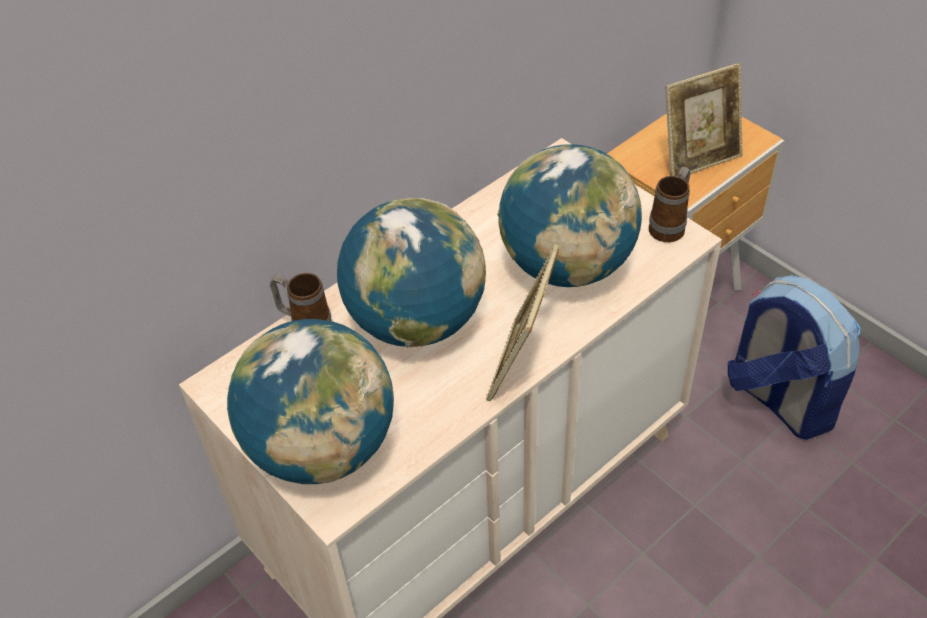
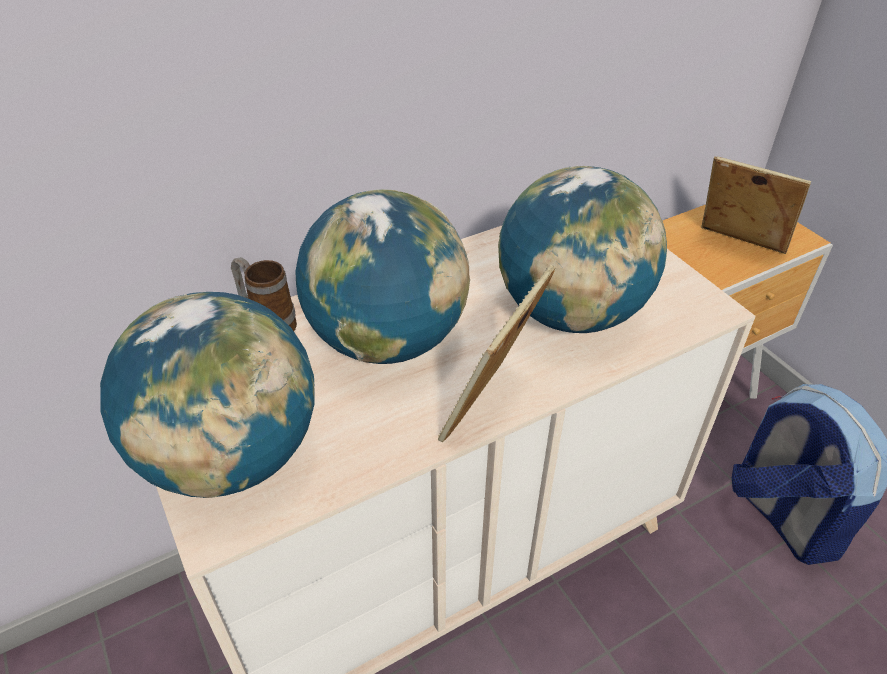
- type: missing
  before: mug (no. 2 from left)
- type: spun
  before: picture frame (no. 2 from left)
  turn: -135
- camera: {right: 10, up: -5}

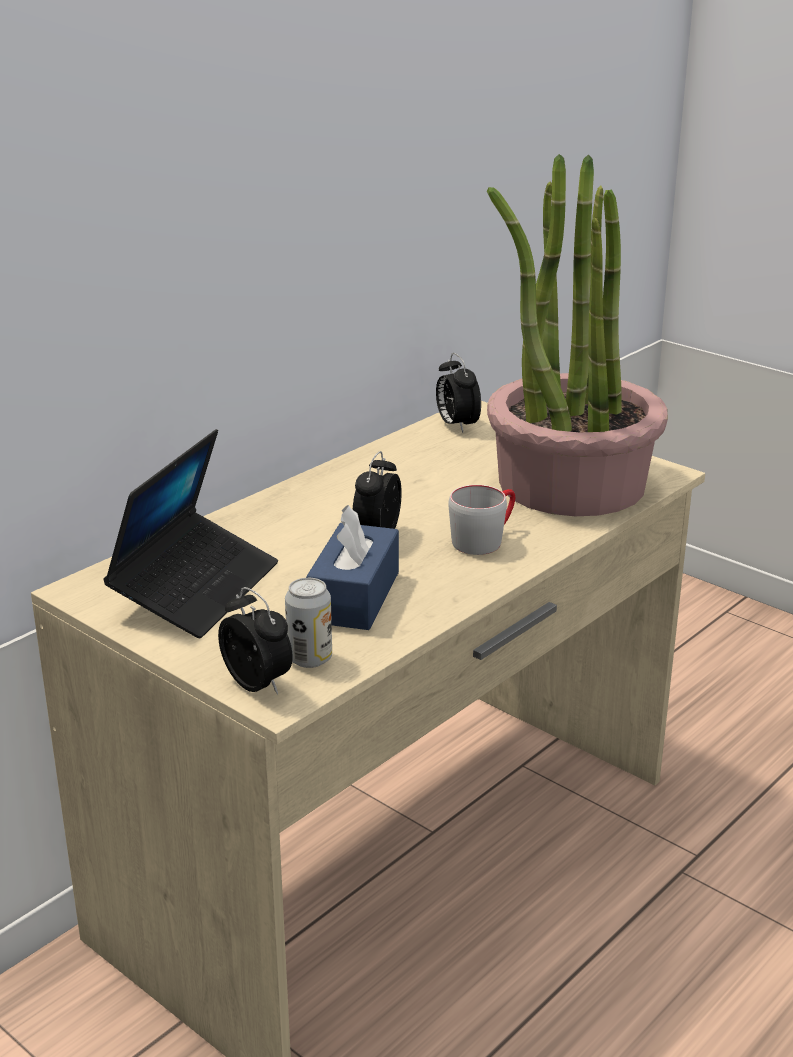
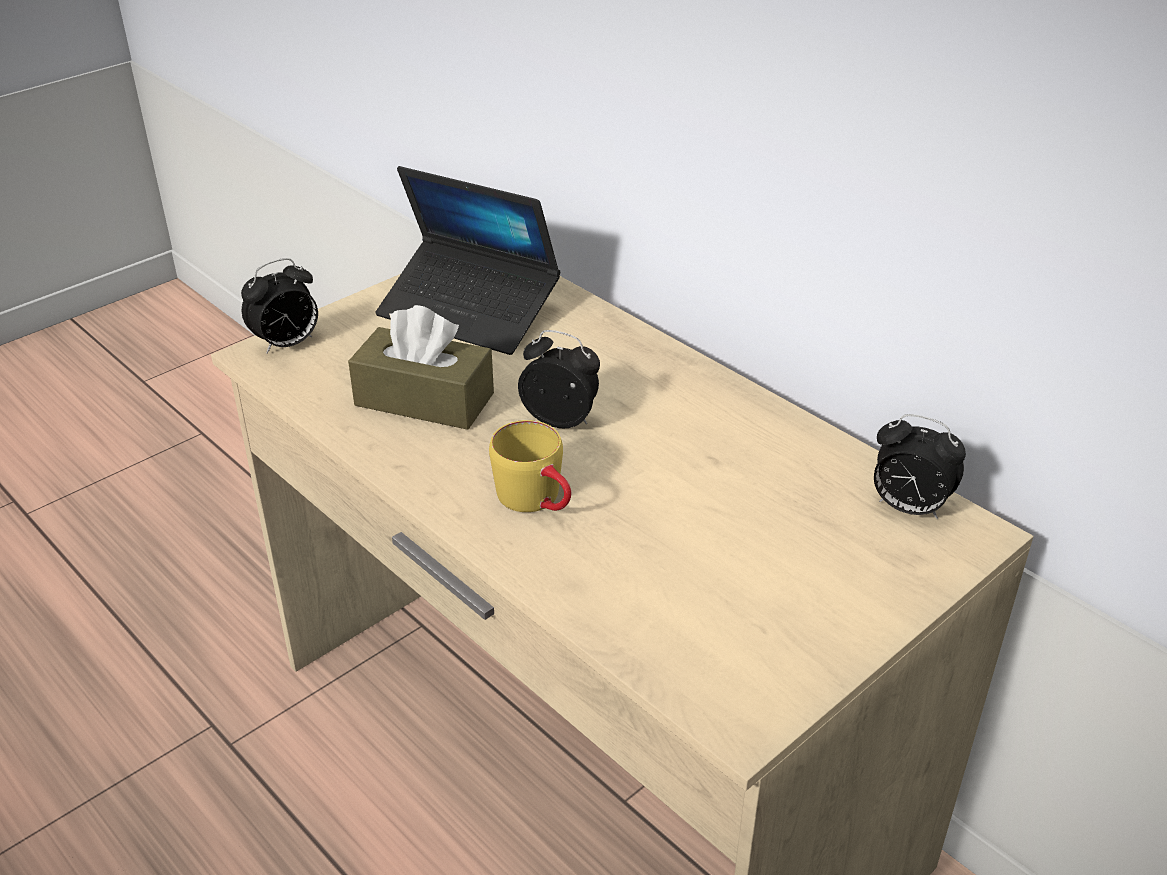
- type: missing
  before: metal can
- type: missing
  before: potted plant
- type: colour
  before: blue-coloured tissue box
  after: brownish tissue box
- type: colour
  before: gray mug
  after: yellowish mug
- type: spun
  before: table clock (no. 3 from left)
  turn: -135
- camera: {right: 95, up: 10}

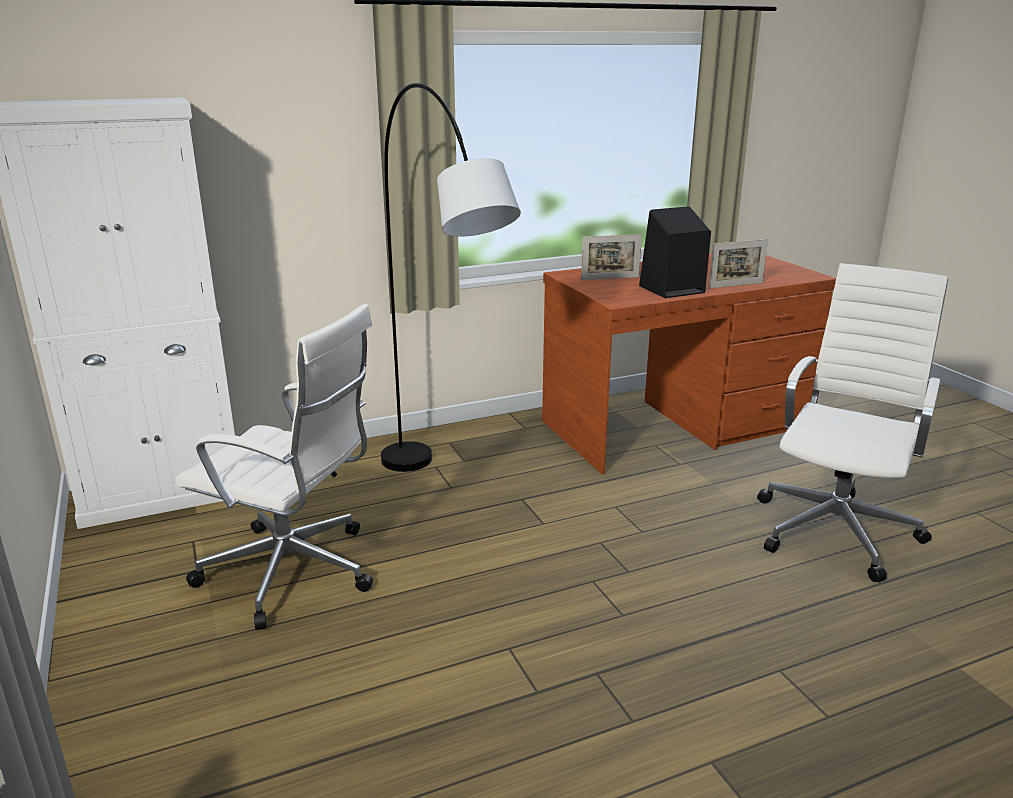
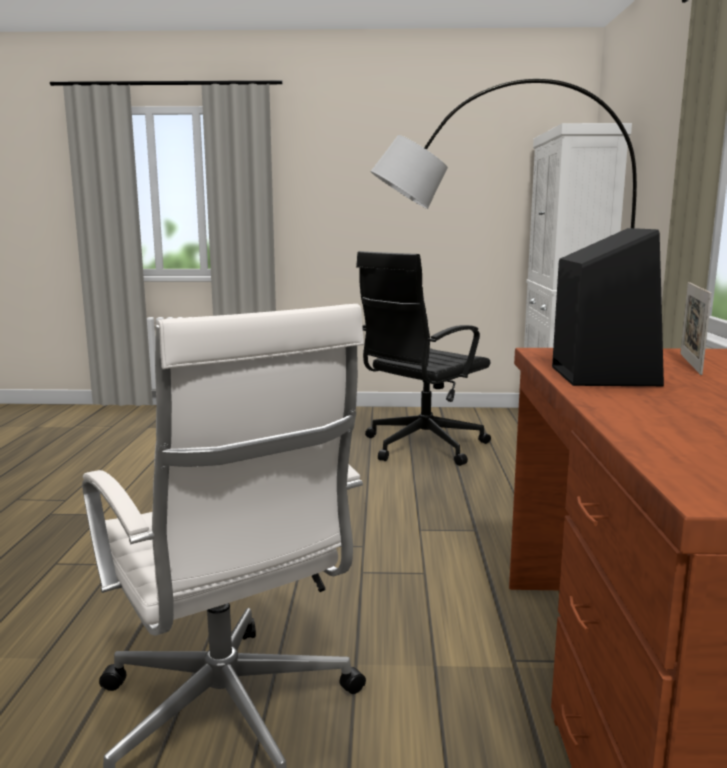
- type: missing
  before: picture frame (no. 2 from left)
- type: colour
  before: white office chair (no. 1 from left)
  after: black office chair
- camera: {right: 115, up: -10}

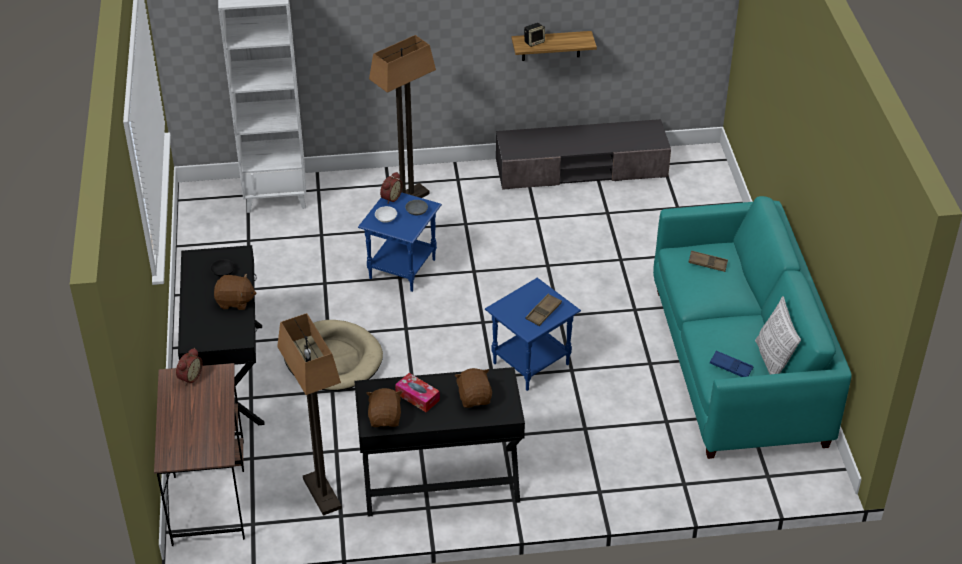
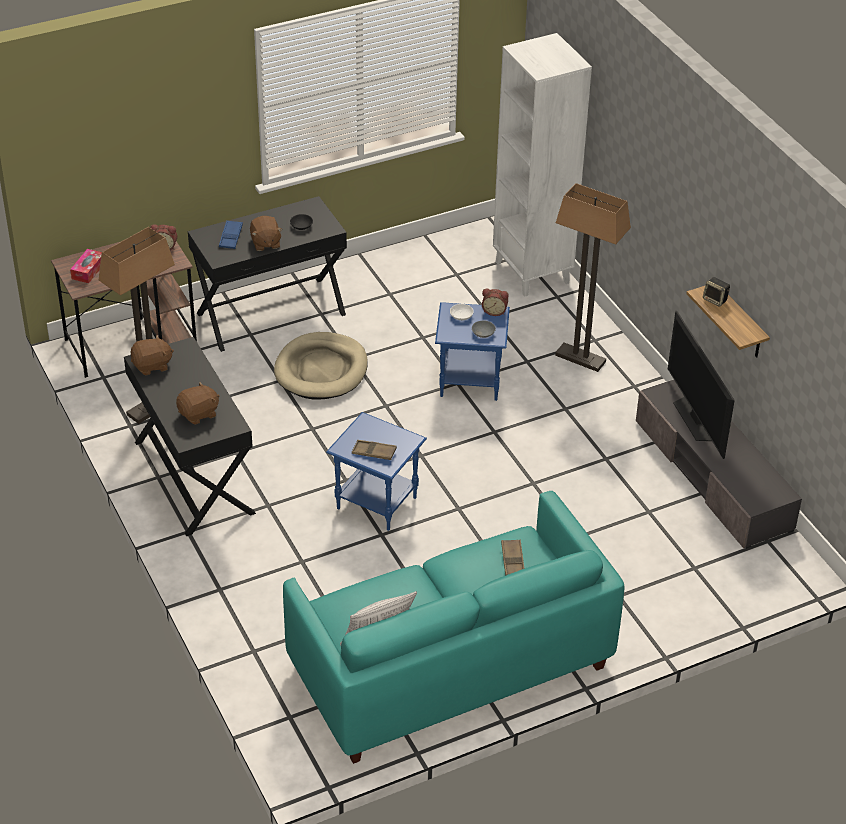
- type: appeared
  after: TV
- type: relocated
  before: tissue box
- type: relocated
  before: blue-coloured carrying tray
- camera: {right: 70, up: 0}

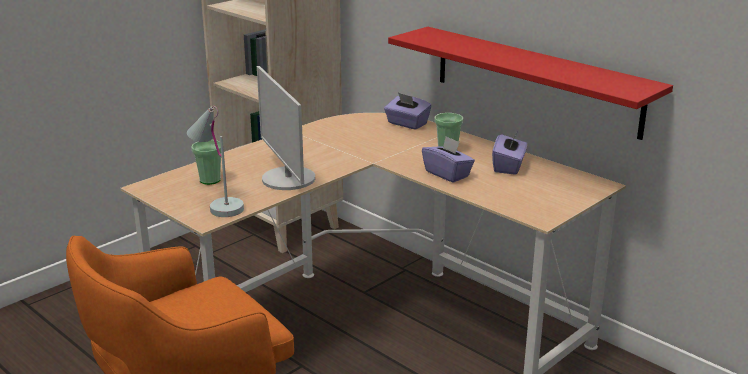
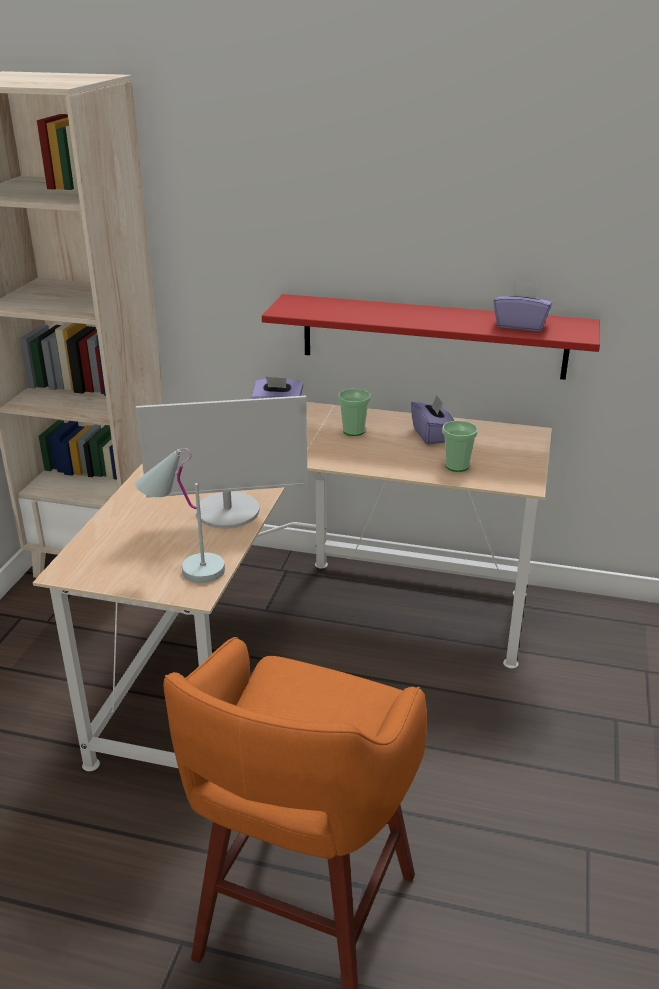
- type: relocated
  before: cup (no. 1 from left in the first image)
  after: cup (no. 2 from left)
- type: relocated
  before: purplish tissue box (no. 2 from left in the first image)
  after: purplish tissue box (no. 3 from left)
- type: spun
  before: monitor
  turn: -45
- camera: {right: -30, up: 5}

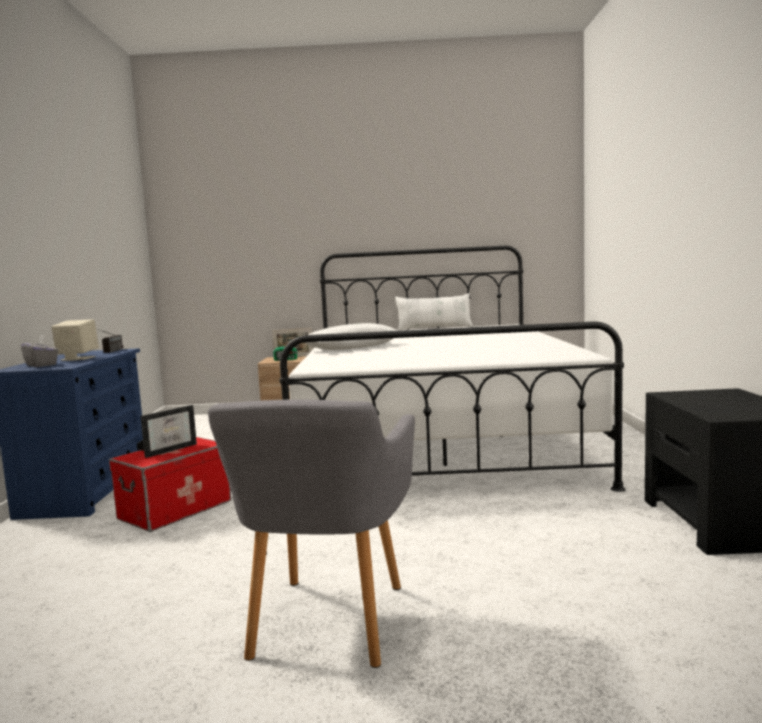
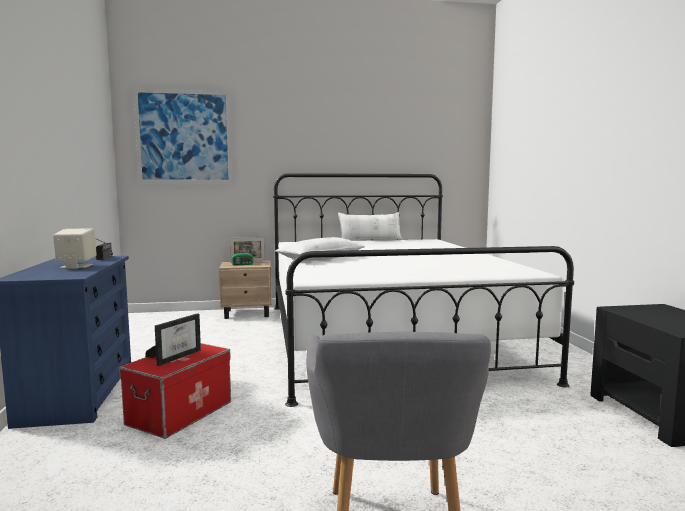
- type: missing
  before: gray tissue box
- type: appeared
  after: wall art
- camera: {right: -10, up: 0}

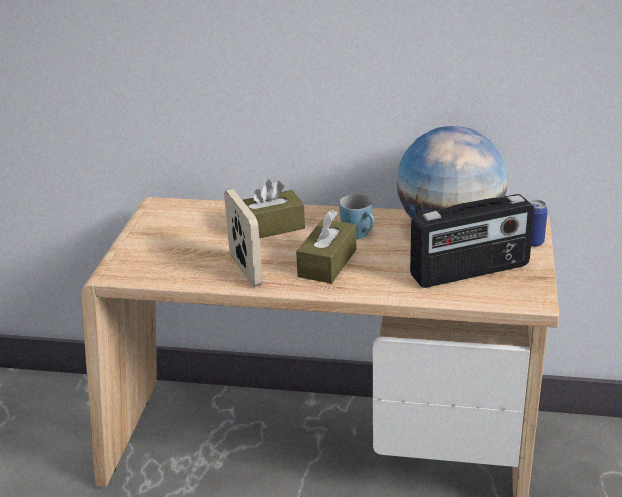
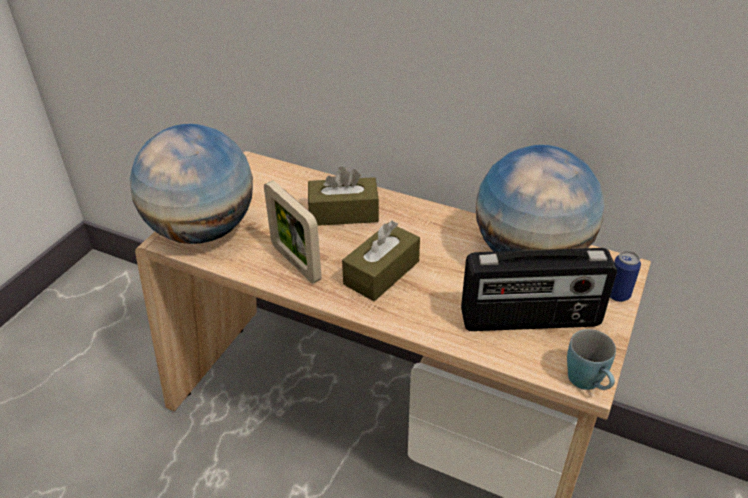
- type: appeared
  after: globe (no. 1 from left)
- type: relocated
  before: blue-coloured mug
- type: spun
  before: picture frame
  turn: 150
- camera: {right: 15, up: 10}

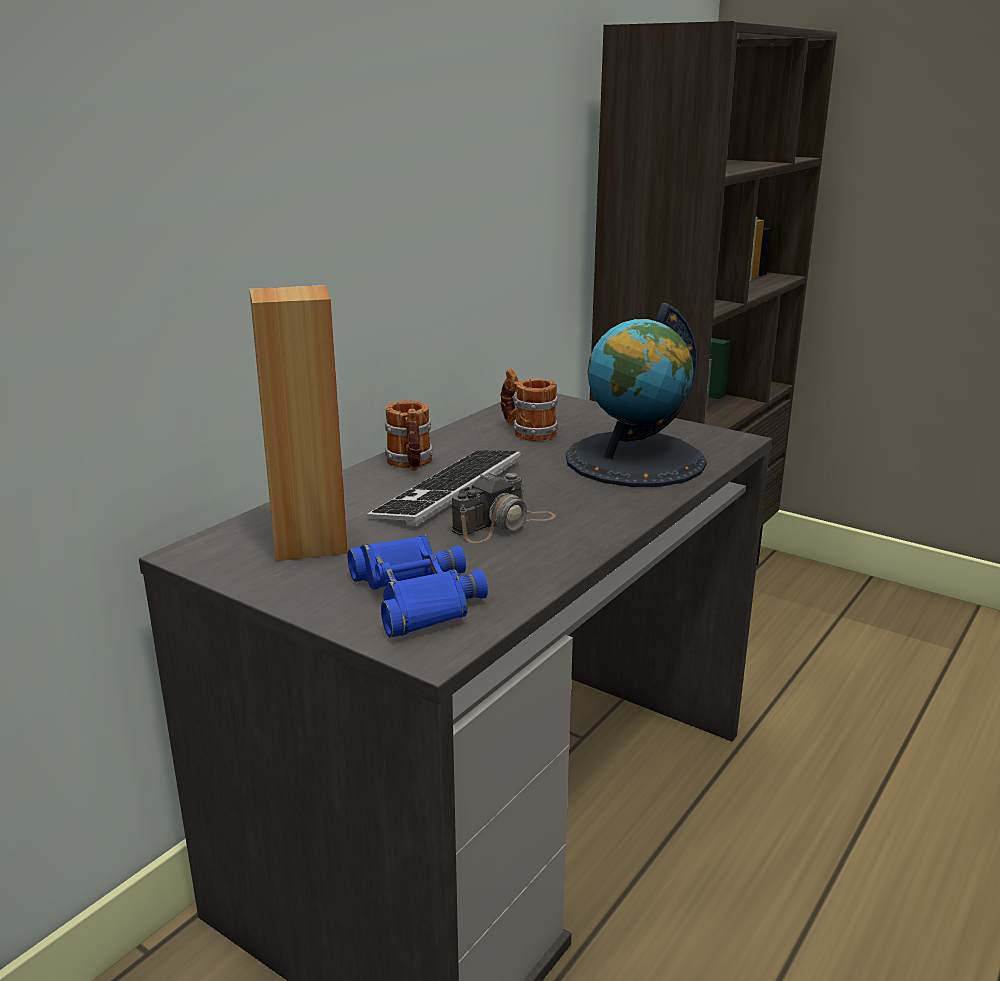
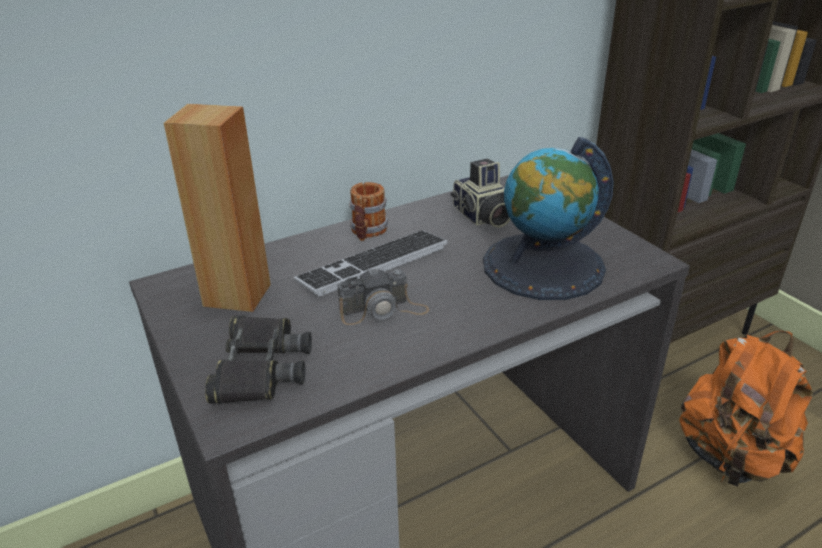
- type: appeared
  after: orange-coloured rucksack
- type: exchanged
  before: mug (no. 2 from left)
  after: still camera (no. 2 from left)
- type: colour
  before: blue-coloured binoculars
  after: black binoculars
- camera: {right: 25, up: 10}

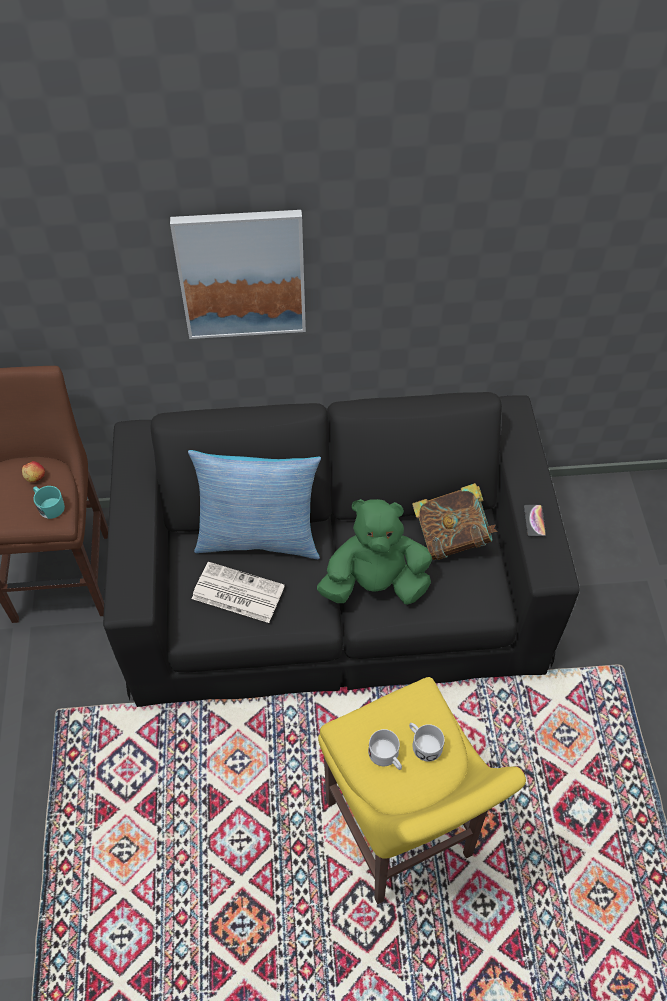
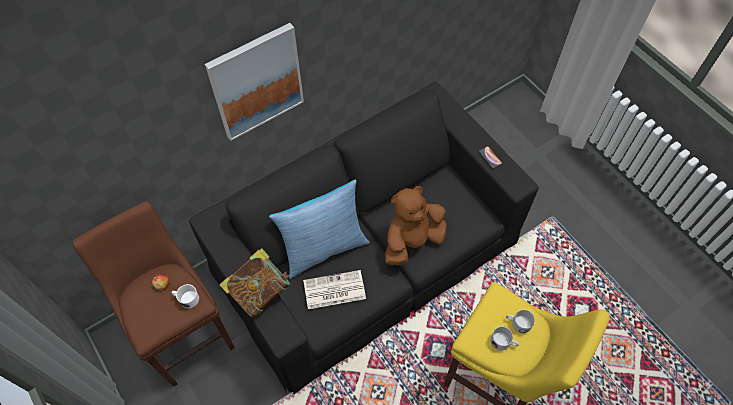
- type: relocated
  before: book
- type: colour
  before: blue-green mug
  after: white mug (no. 1 from left)
- type: colour
  before: greenish plush toy
  after: brownish plush toy
- camera: {right: -30, up: 5}

